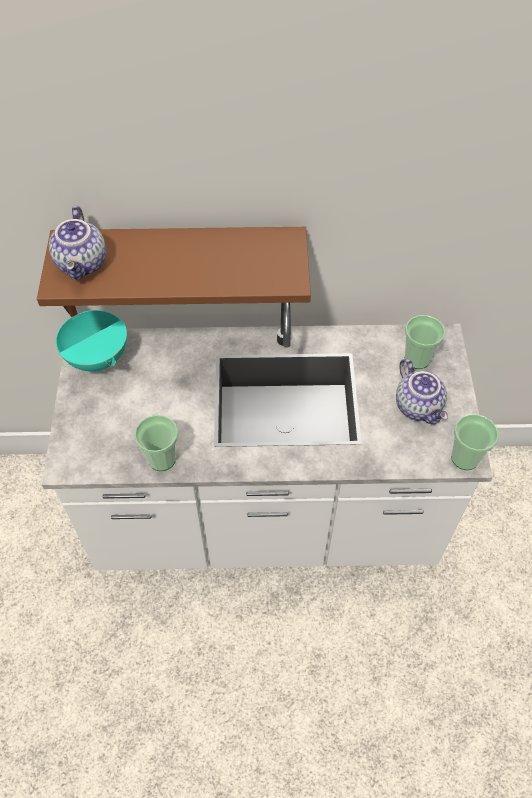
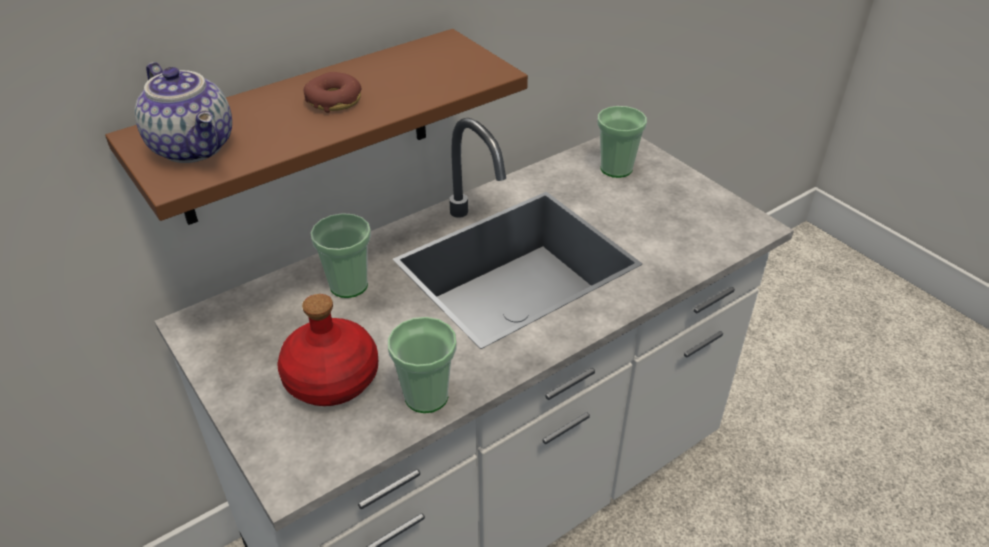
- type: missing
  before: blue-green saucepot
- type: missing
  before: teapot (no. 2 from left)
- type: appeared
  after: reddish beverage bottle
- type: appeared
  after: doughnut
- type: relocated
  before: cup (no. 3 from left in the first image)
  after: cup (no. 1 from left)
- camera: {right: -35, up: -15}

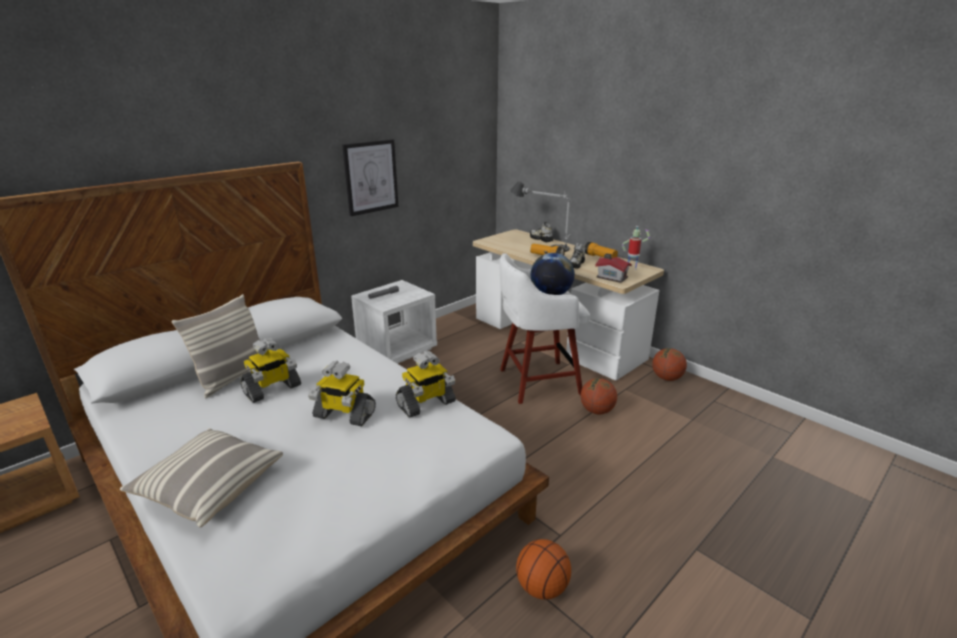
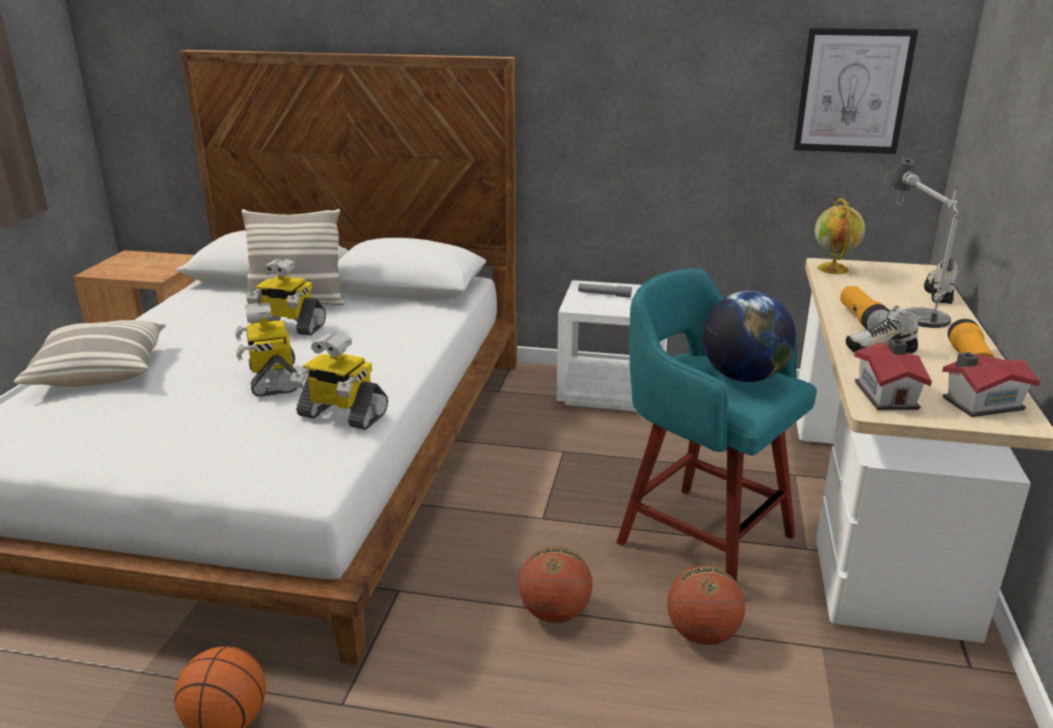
- type: appeared
  after: globe (no. 2 from left)
- type: relocated
  before: wall art
- type: relocated
  before: basketball (no. 3 from left in the first image)
  after: basketball (no. 2 from left)
- type: exchanged
  before: robot figure (no. 4 from left)
  after: miniature house (no. 2 from left)
- type: colour
  before: white sitting stool
  after: blue-green sitting stool
- camera: {right: 55, up: 0}

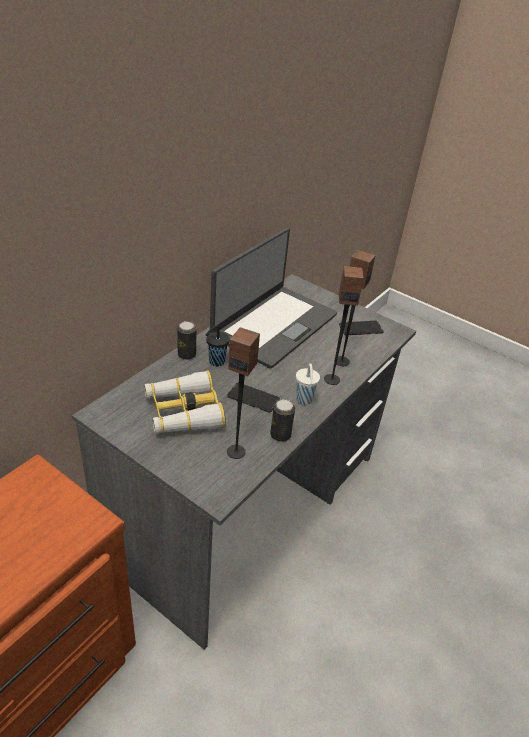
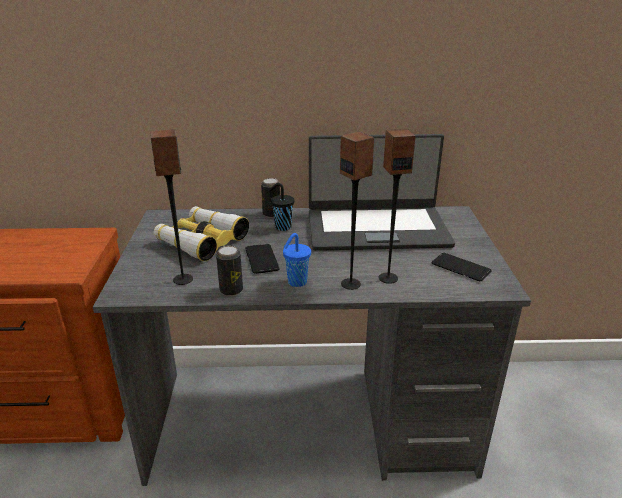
- type: colour
  before: white cup
  after: blue-coloured cup
- camera: {right: 55, up: -10}

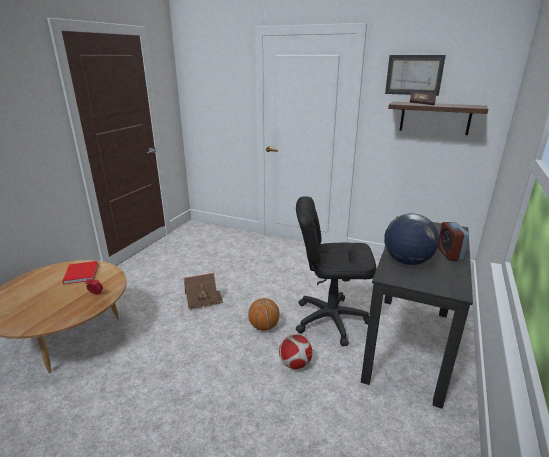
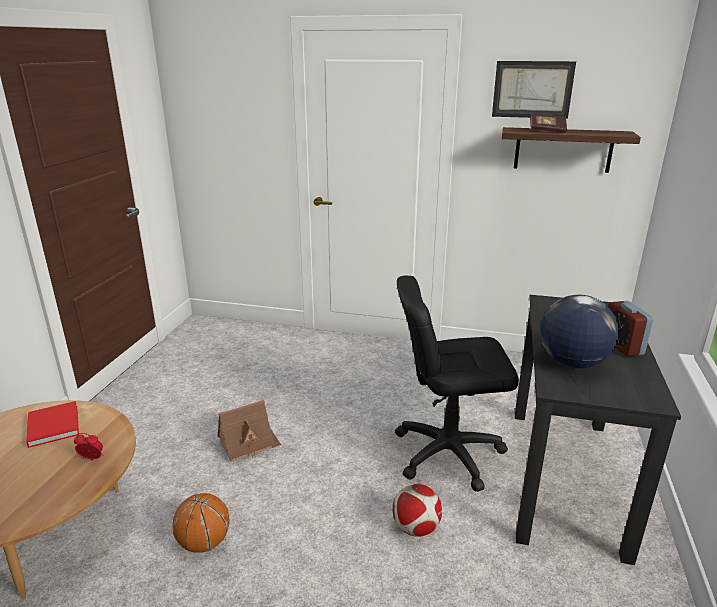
- type: relocated
  before: basketball
- camera: {right: -10, up: 0}

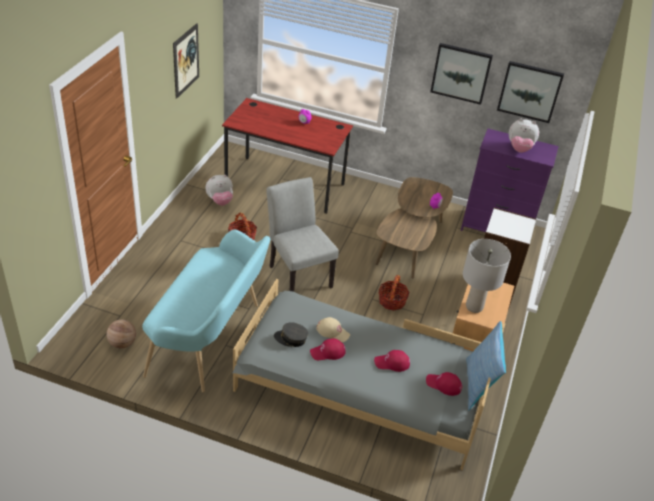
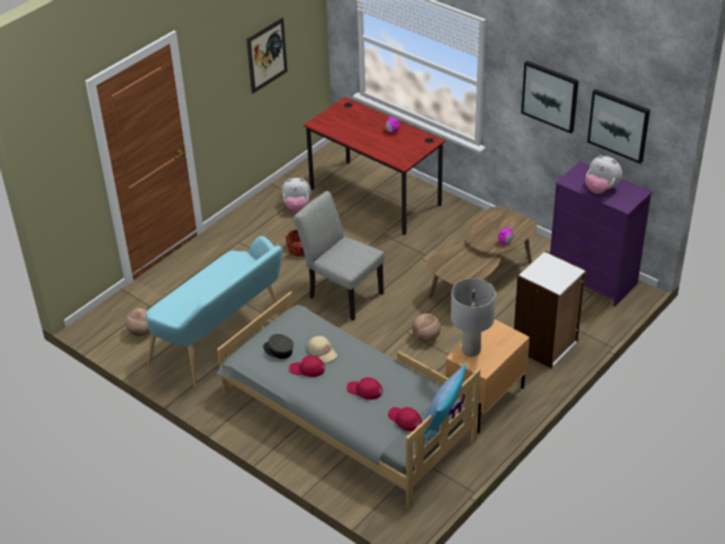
- type: exchanged
  before: basket (no. 2 from left)
  after: basketball (no. 2 from left)
- type: spun
  before: gray plain chair
  turn: -45
- camera: {right: 25, up: 0}

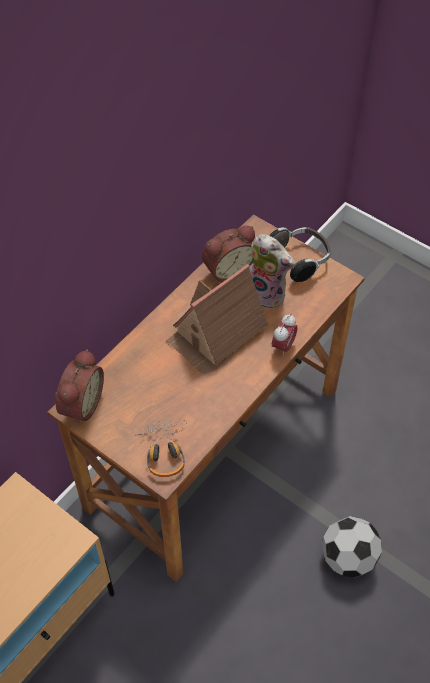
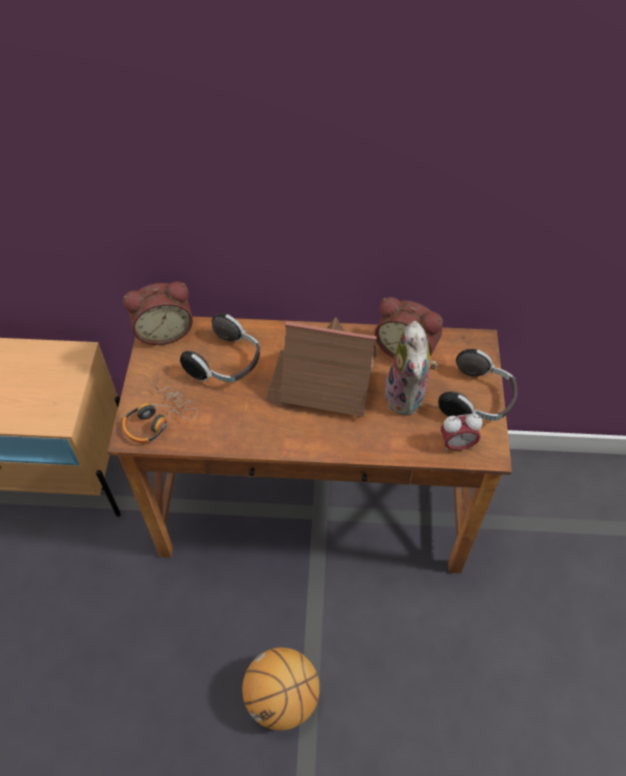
- type: appeared
  after: headset (no. 2 from left)
- type: relocated
  before: table clock (no. 3 from left)
- type: exchanged
  before: football ball
  after: basketball
- camera: {right: 55, up: 0}

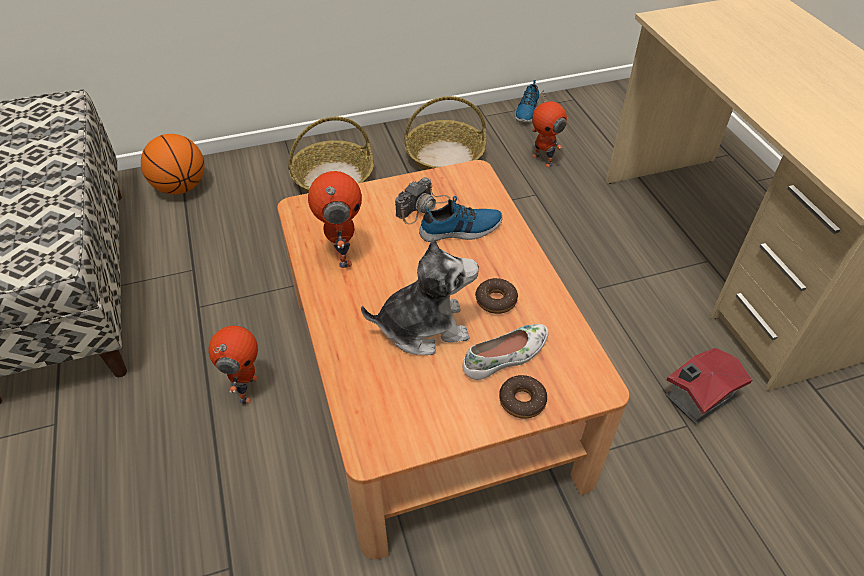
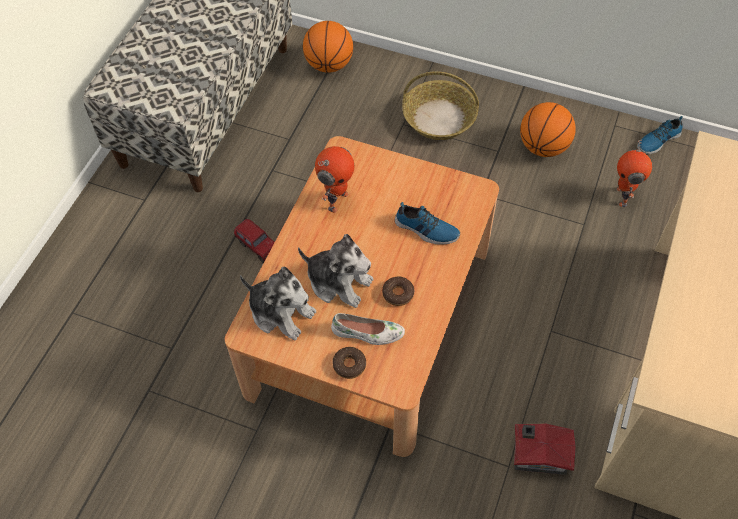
- type: missing
  before: still camera
- type: appeared
  after: plush toy (no. 1 from left)
- type: exchanged
  before: robot figure (no. 1 from left)
  after: toy lorry
- type: exchanged
  before: basket (no. 2 from left)
  after: basketball (no. 2 from left)
- camera: {right: 40, up: 10}

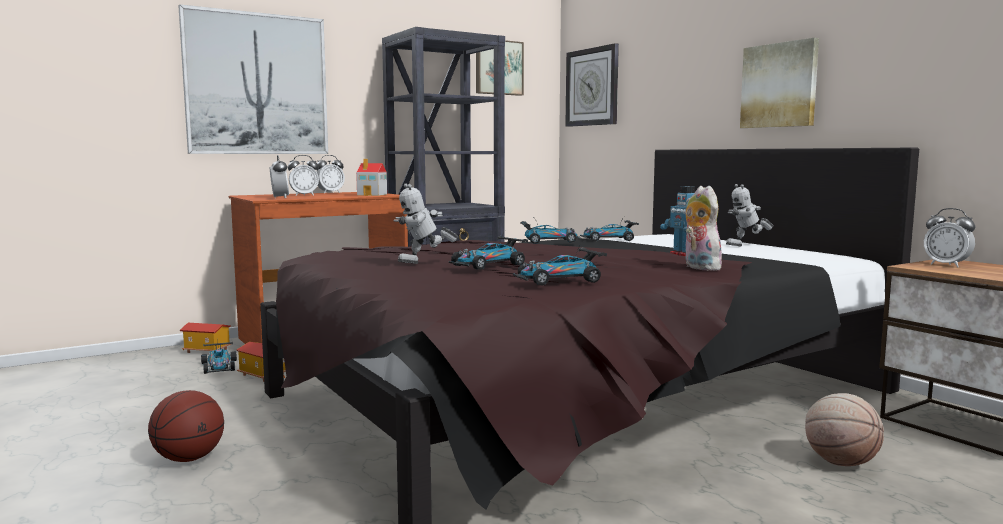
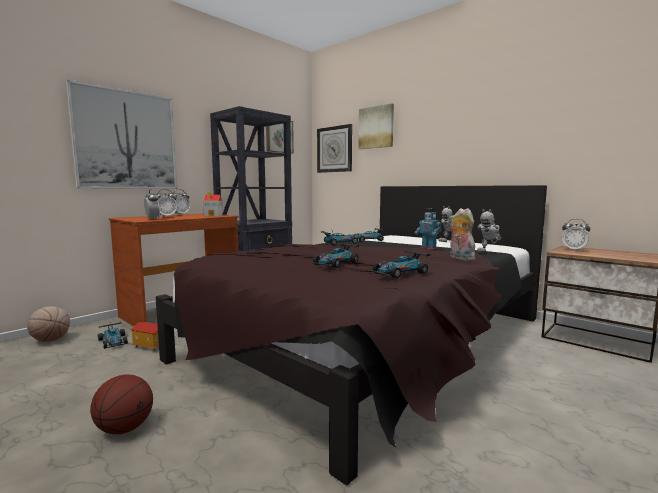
- type: missing
  before: miniature house (no. 1 from left)
- type: relocated
  before: robot figure (no. 1 from left in the first image)
  after: robot figure (no. 3 from left)
- type: relocated
  before: wall art (no. 3 from left)
- type: relocated
  before: basketball (no. 2 from left in the first image)
  after: basketball (no. 1 from left)
- camera: {right: -15, up: 0}

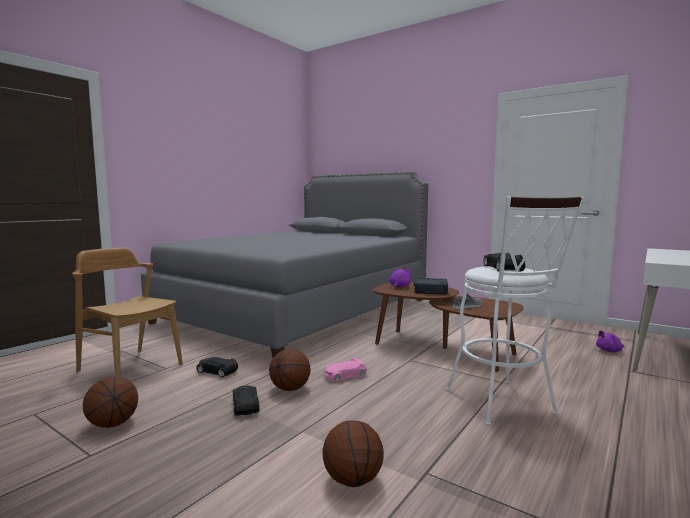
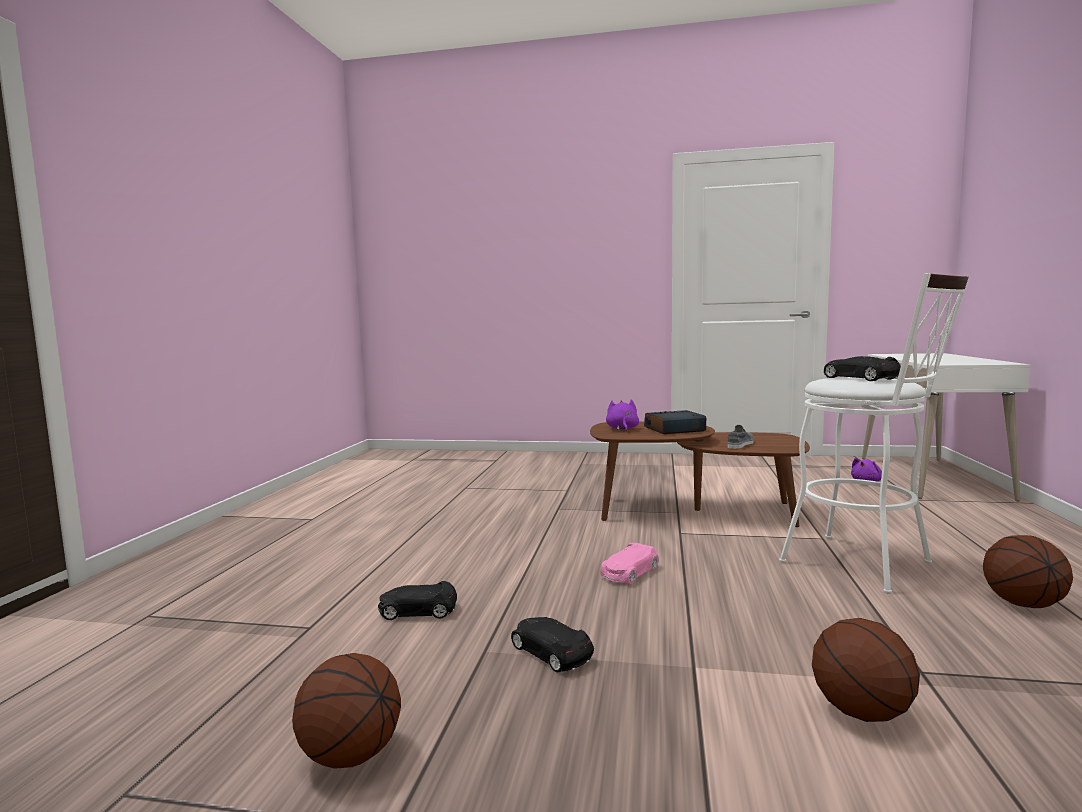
- type: missing
  before: brownish plain chair
- type: missing
  before: gray bedroom bed
- type: relocated
  before: basketball (no. 2 from left in the first image)
  after: basketball (no. 3 from left)
- camera: {right: -25, up: 0}

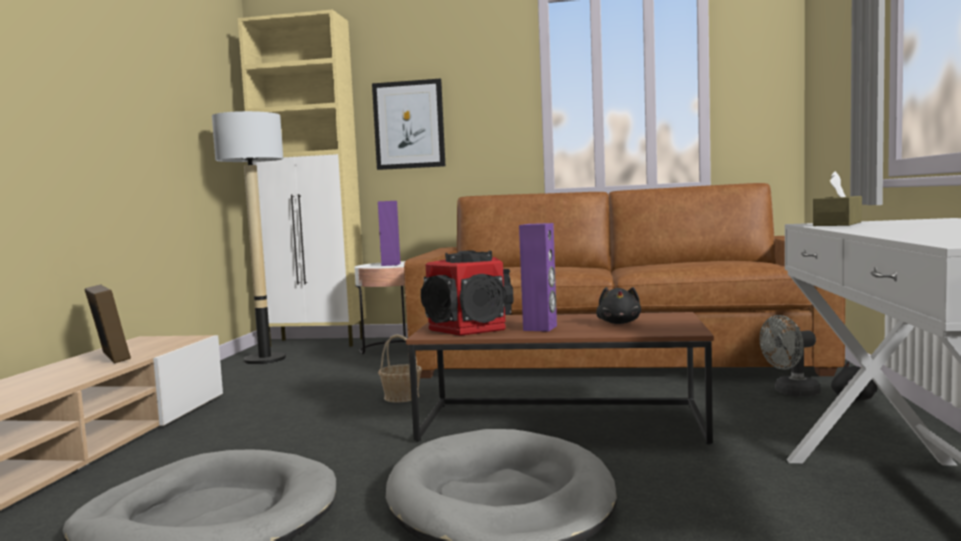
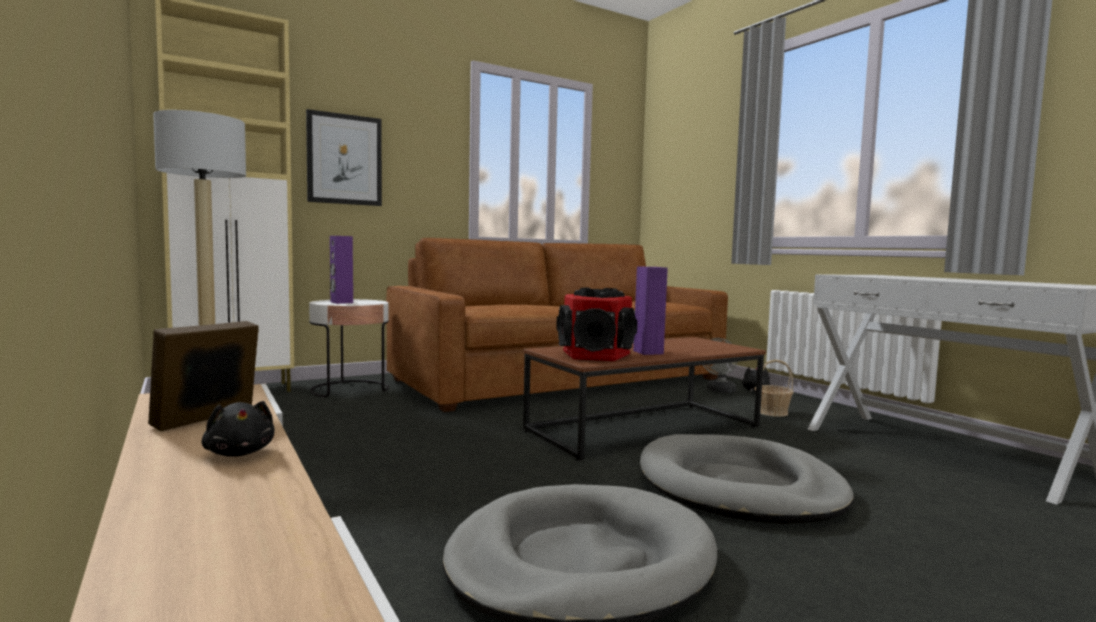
- type: missing
  before: brownish tissue box
- type: relocated
  before: basket
- type: relocated
  before: black plush toy (no. 1 from left)
- type: spun
  before: picture frame
  turn: -75
- camera: {right: -40, up: 0}

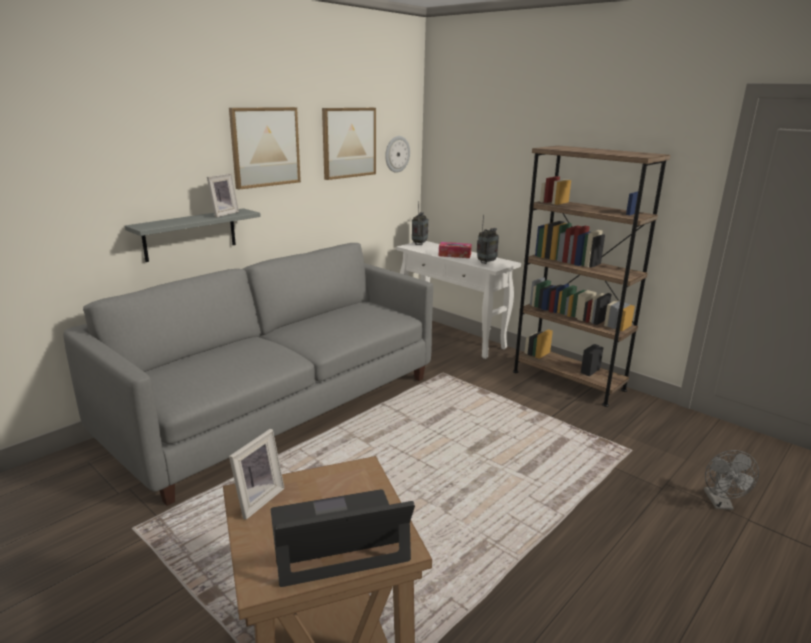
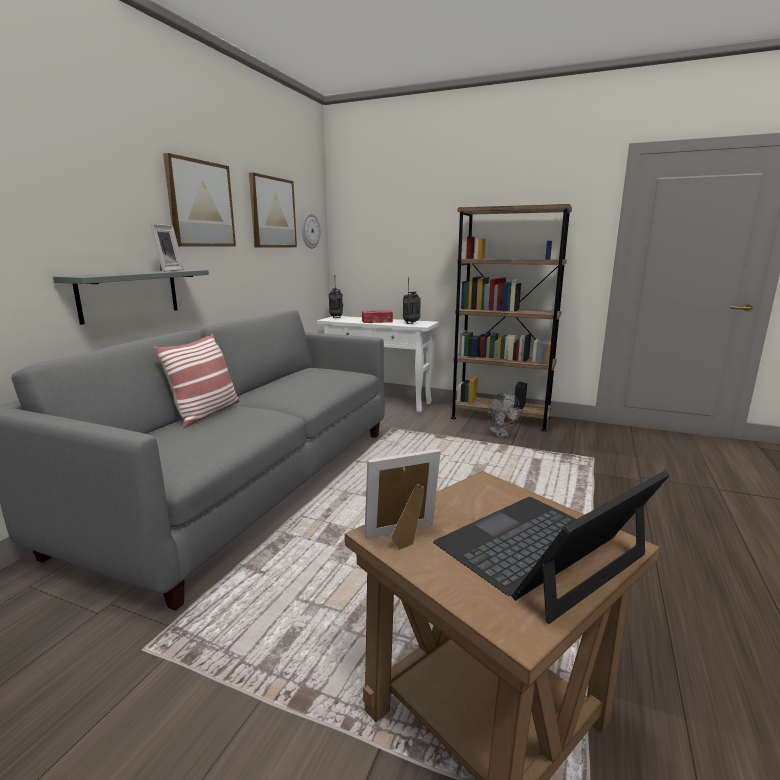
- type: appeared
  after: cushion
- type: relocated
  before: gray cooling fan
- type: spun
  before: picture frame (no. 2 from left)
  turn: -120
- camera: {right: -20, up: -5}

